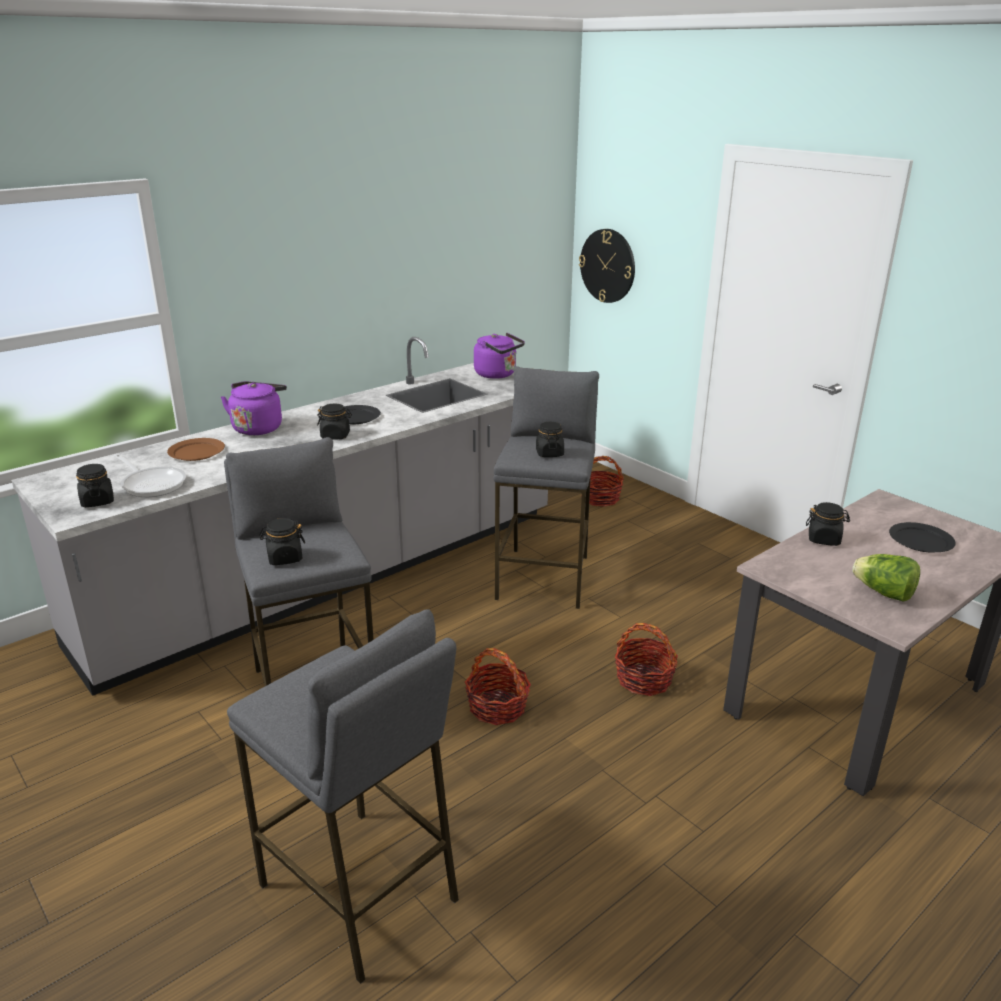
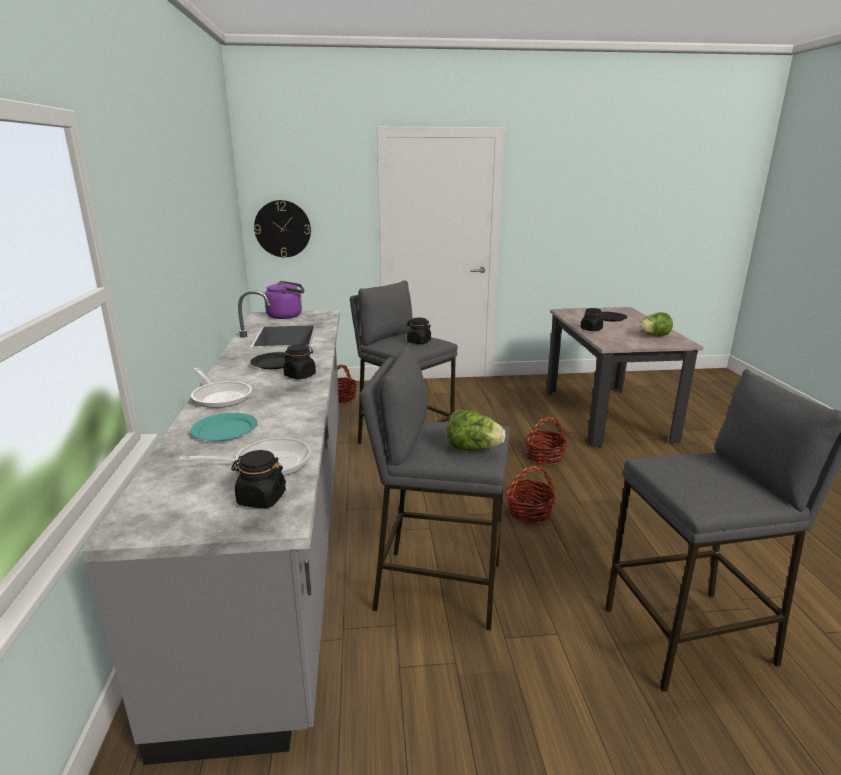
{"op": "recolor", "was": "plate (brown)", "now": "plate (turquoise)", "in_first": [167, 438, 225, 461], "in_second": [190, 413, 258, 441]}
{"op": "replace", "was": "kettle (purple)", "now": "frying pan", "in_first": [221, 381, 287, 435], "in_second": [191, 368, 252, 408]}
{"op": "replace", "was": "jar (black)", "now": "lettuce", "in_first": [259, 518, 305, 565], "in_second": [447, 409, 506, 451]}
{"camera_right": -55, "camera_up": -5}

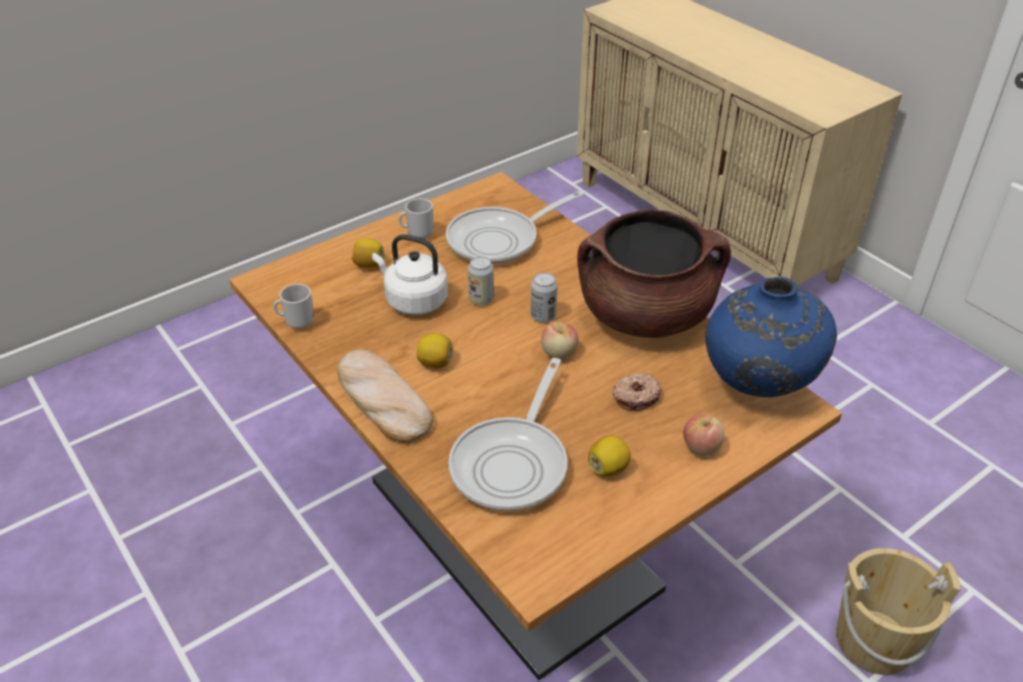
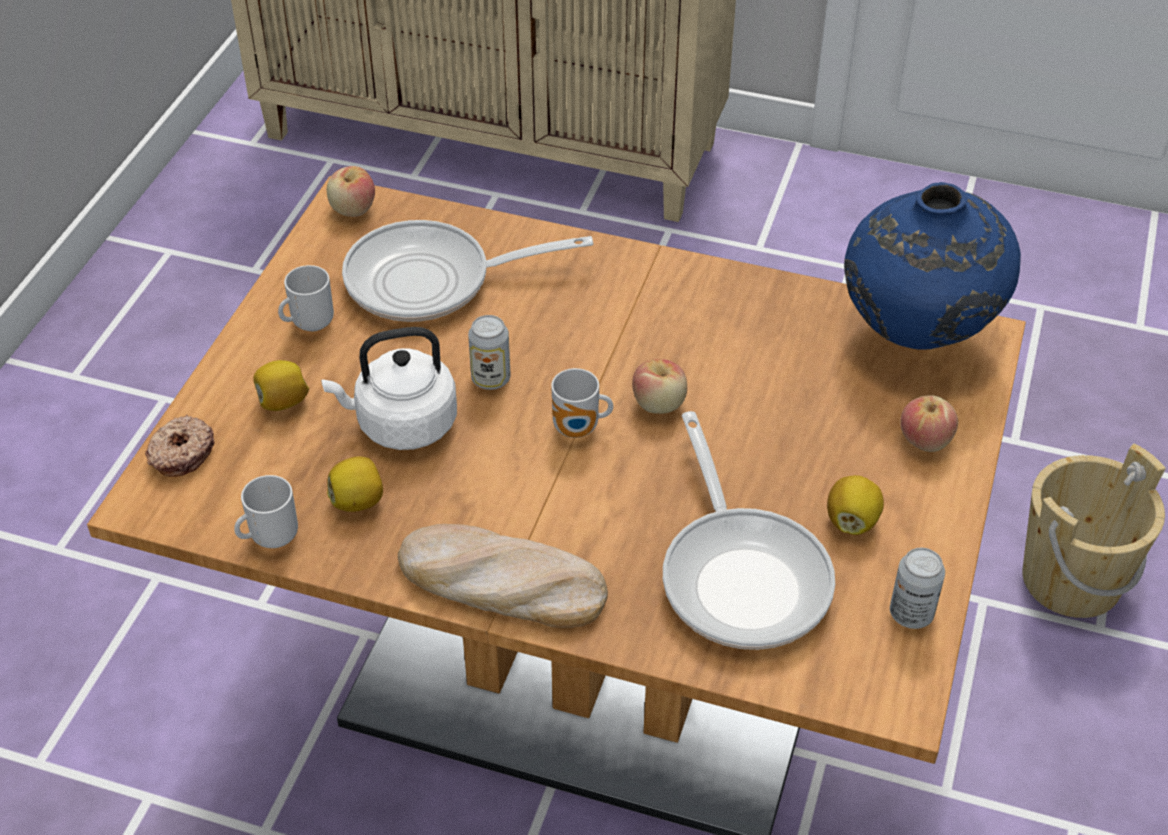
{"op": "move", "was": "lemon", "in_first": [417, 333, 453, 368], "in_second": [327, 456, 383, 512]}
{"op": "rotate", "was": "frying pan", "in_first": [446, 190, 585, 264], "in_second": [342, 220, 593, 322], "clockwise": 60}
{"op": "move", "was": "can", "in_first": [531, 273, 558, 323], "in_second": [890, 548, 945, 629]}
{"op": "delete", "was": "cooking pot (brown)", "in_first": [577, 209, 731, 338]}
{"op": "move", "was": "donut", "in_first": [612, 373, 662, 411], "in_second": [145, 415, 214, 477]}
{"op": "insert", "now": "apple", "in_second": [327, 166, 375, 217]}
{"op": "insert", "now": "mug", "in_second": [551, 368, 613, 438]}
{"camera_right": -35, "camera_up": 5}

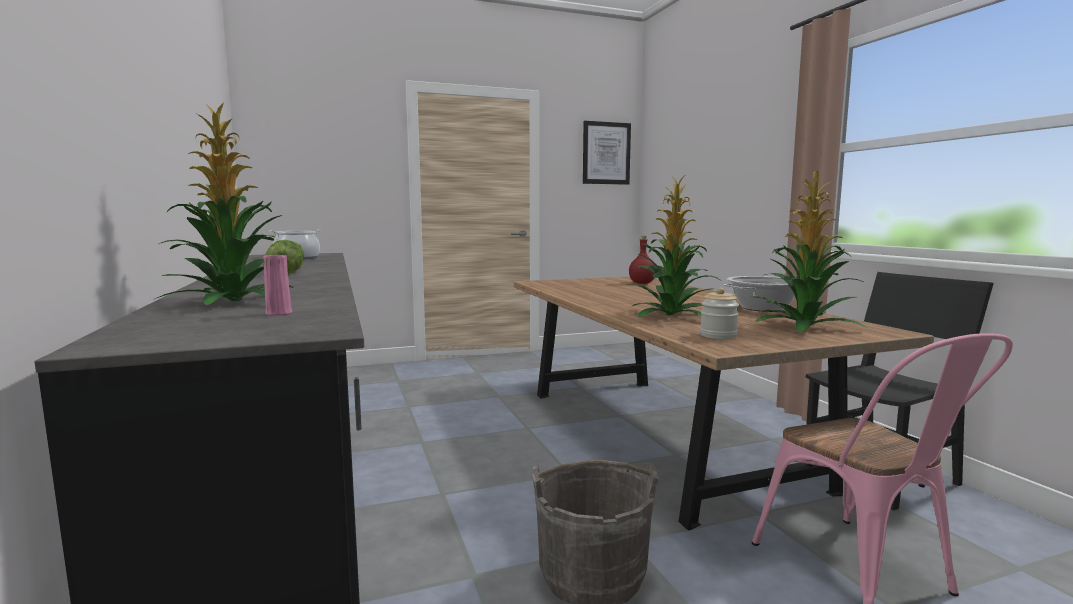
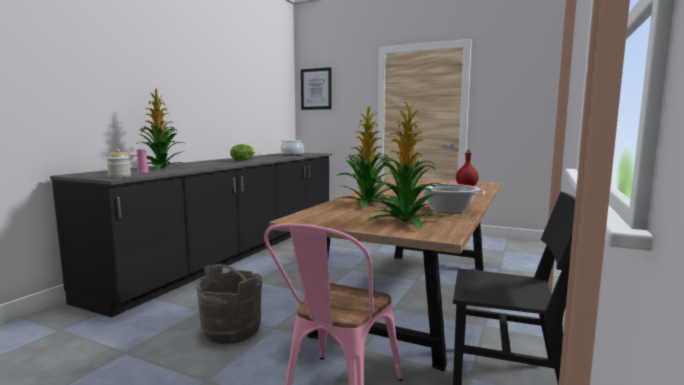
{"op": "move", "was": "picture", "in_first": [583, 121, 631, 185], "in_second": [301, 67, 332, 110]}
{"op": "move", "was": "jar", "in_first": [700, 288, 739, 339], "in_second": [106, 149, 131, 178]}
{"camera_right": 45, "camera_up": 0}

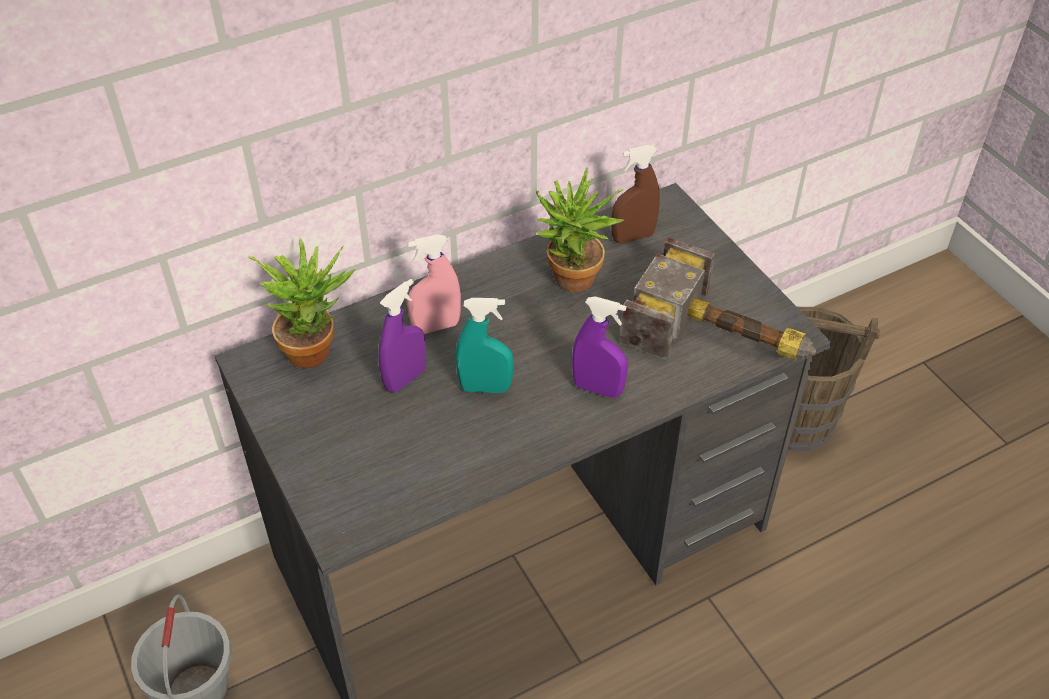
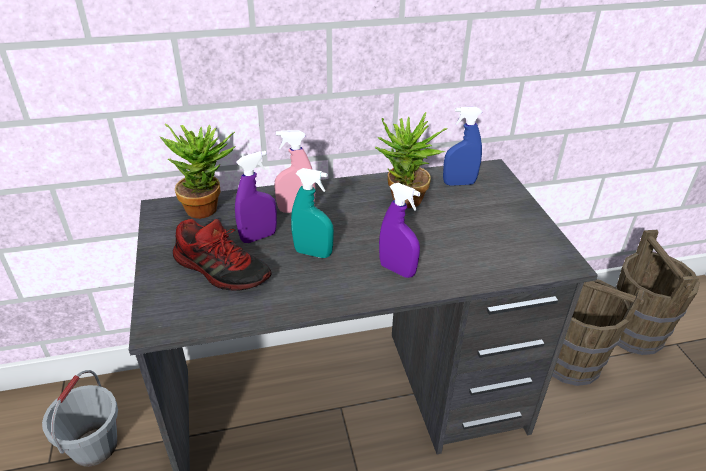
{"op": "recolor", "was": "spray bottle (brown)", "now": "spray bottle (blue)", "in_first": [611, 145, 660, 243], "in_second": [443, 107, 482, 186]}
{"op": "delete", "was": "hammer", "in_first": [620, 237, 816, 360]}
{"op": "insert", "now": "shoe", "in_second": [173, 219, 272, 291]}
{"op": "insert", "now": "bucket (brown)", "in_second": [615, 230, 700, 355]}
{"camera_right": 15, "camera_up": -10}

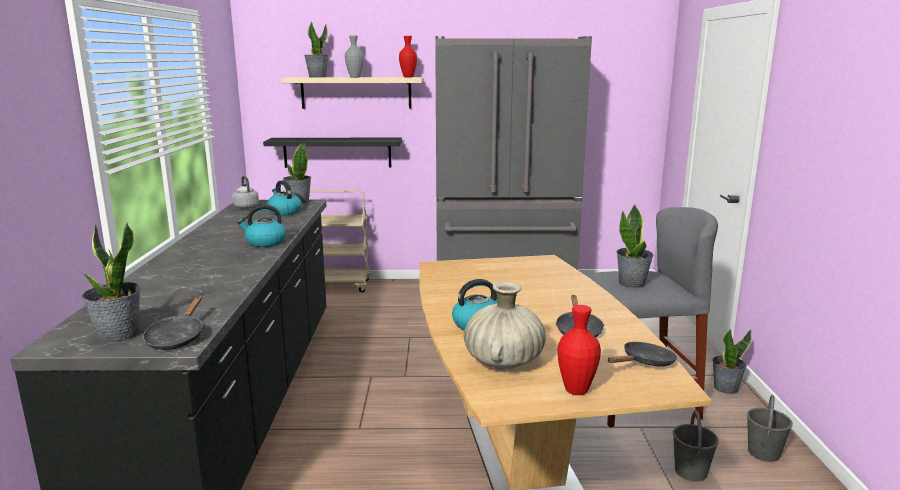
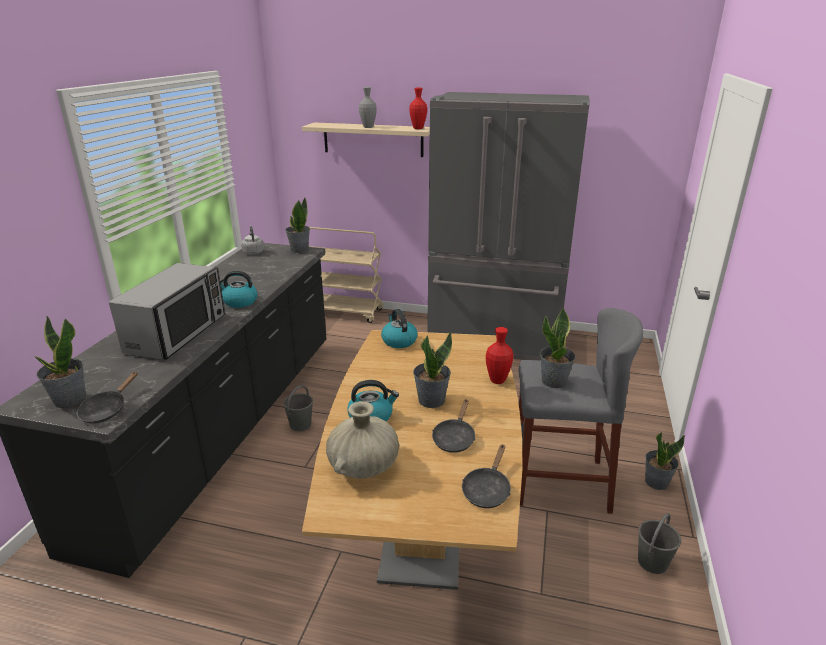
{"op": "delete", "was": "shelf (black)", "in_first": [263, 138, 402, 168]}
{"op": "move", "was": "kettle", "in_first": [267, 180, 302, 216], "in_second": [381, 309, 418, 348]}
{"op": "move", "was": "potted plant", "in_first": [305, 21, 328, 78], "in_second": [413, 332, 452, 408]}
{"op": "move", "was": "vase (red)", "in_first": [557, 305, 601, 395], "in_second": [486, 327, 514, 384]}
{"op": "rotate", "was": "frying pan (black)", "in_first": [608, 342, 677, 366], "in_second": [462, 444, 511, 508], "clockwise": 135}
{"op": "move", "was": "bucket (grey)", "in_first": [673, 410, 719, 482], "in_second": [283, 385, 313, 431]}
{"op": "insert", "now": "microwave", "in_second": [109, 263, 225, 360]}
{"camera_right": 15, "camera_up": 10}

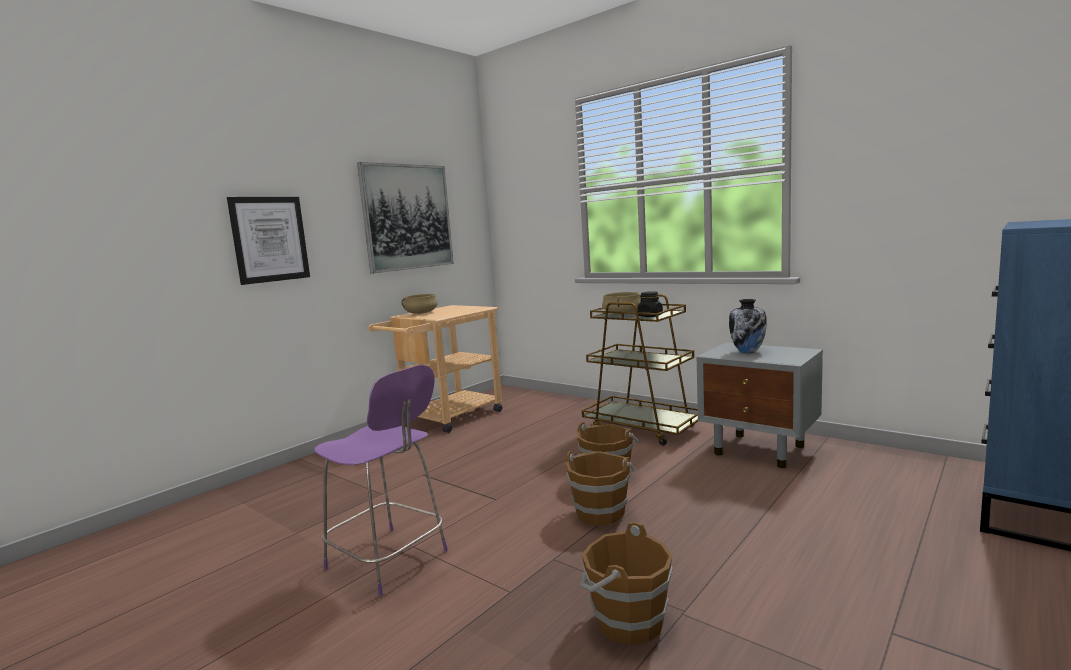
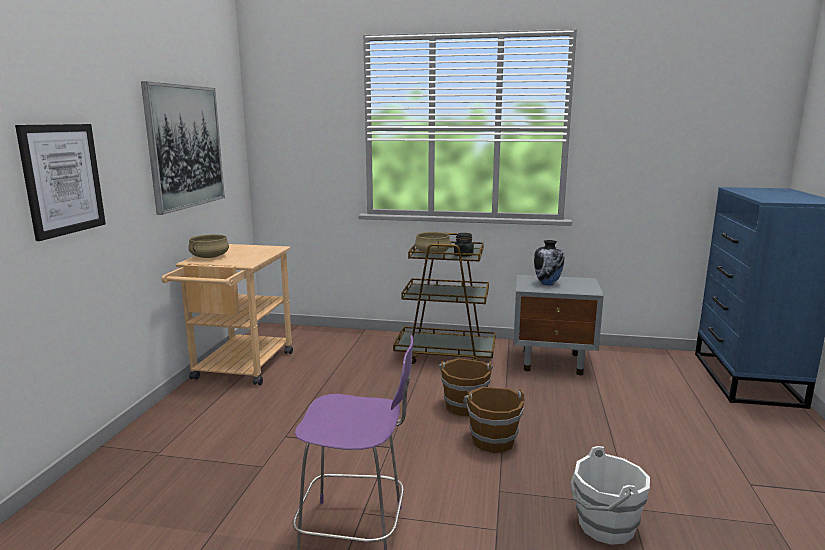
{"op": "recolor", "was": "bucket (brown)", "now": "bucket (white)", "in_first": [580, 522, 673, 645], "in_second": [570, 446, 650, 545]}
{"camera_right": -30, "camera_up": 5}

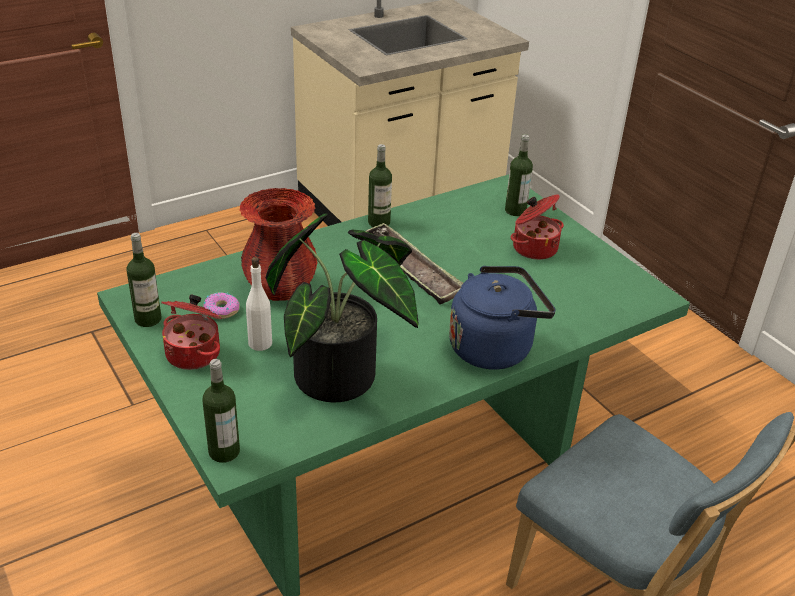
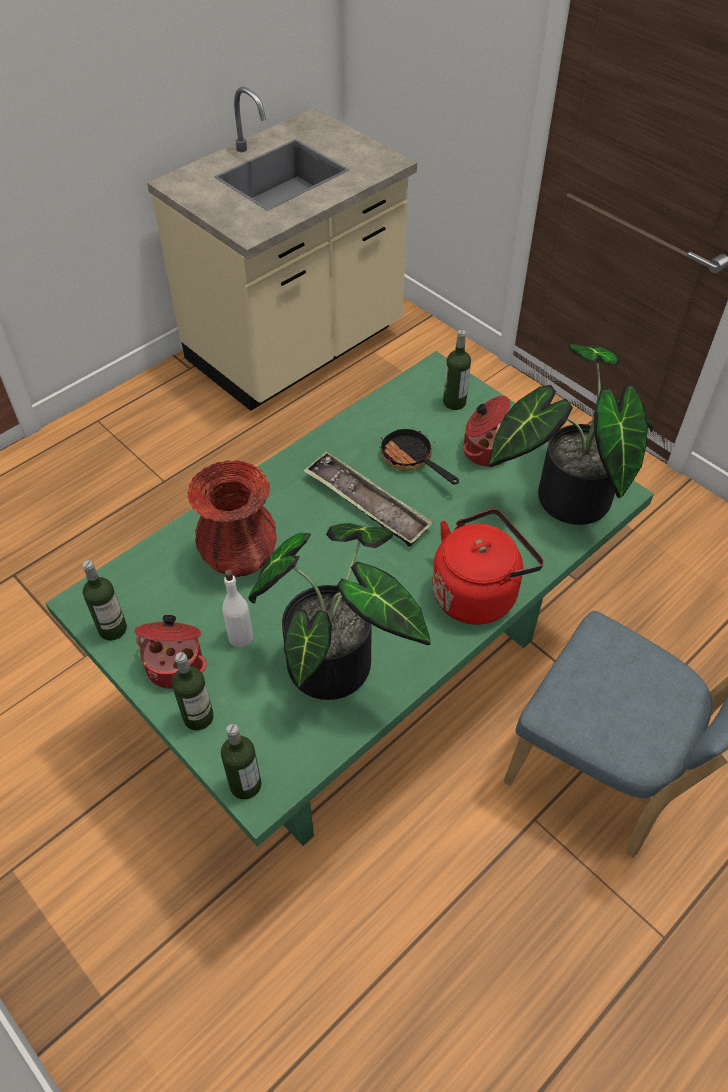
{"op": "delete", "was": "donut", "in_first": [203, 292, 240, 319]}
{"op": "move", "was": "bottle", "in_first": [368, 144, 392, 227], "in_second": [172, 652, 214, 731]}
{"op": "recolor", "was": "kettle (blue)", "now": "kettle (red)", "in_first": [449, 266, 556, 370], "in_second": [432, 508, 544, 625]}
{"op": "insert", "now": "frying pan", "in_second": [379, 429, 459, 485]}
{"op": "insert", "now": "potted plant", "in_second": [488, 344, 654, 525]}
{"camera_right": -10, "camera_up": 15}

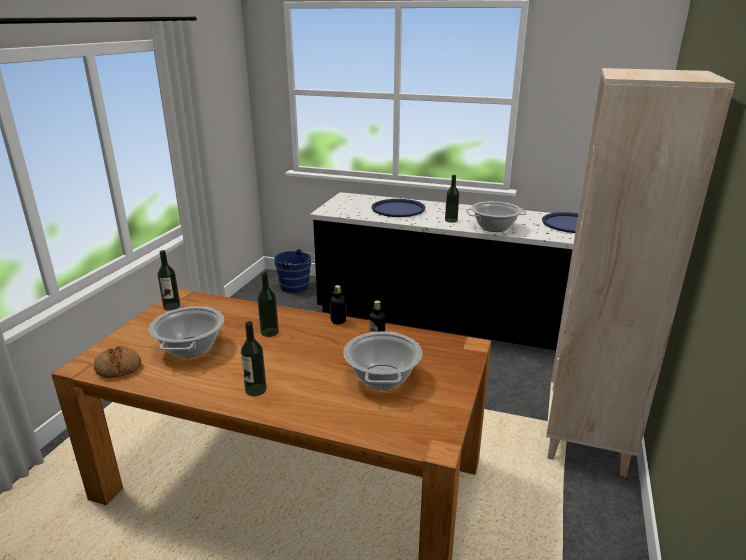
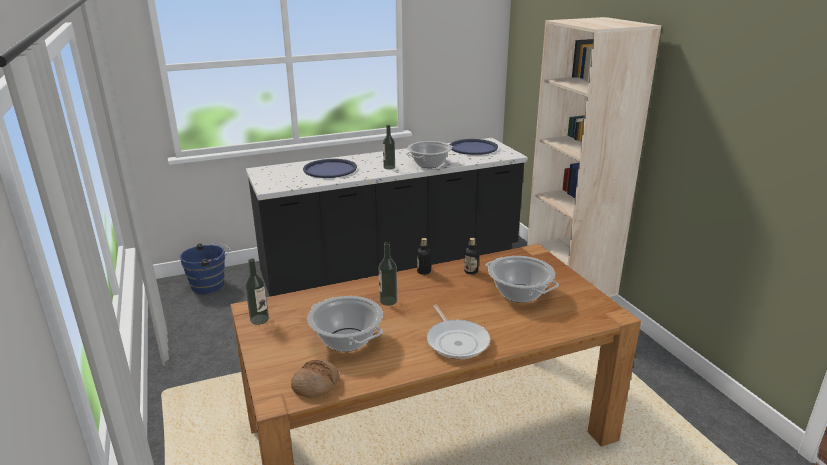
{"op": "replace", "was": "bottle", "now": "frying pan", "in_first": [241, 321, 267, 396], "in_second": [427, 304, 490, 359]}
{"camera_right": -40, "camera_up": 0}

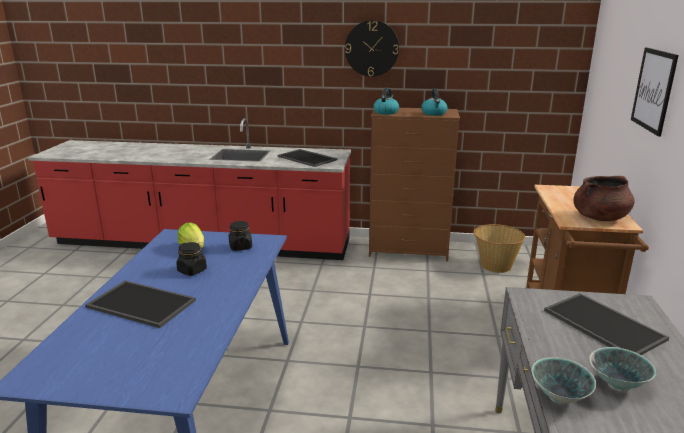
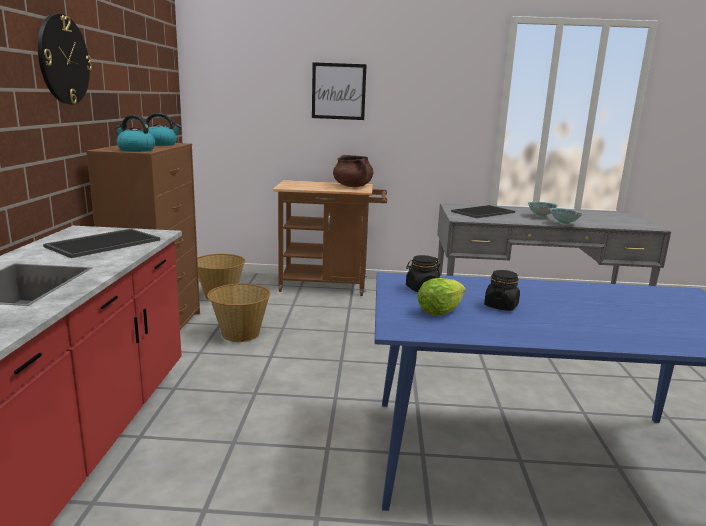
{"op": "delete", "was": "tray", "in_first": [85, 281, 196, 328]}
{"op": "insert", "now": "basket", "in_second": [207, 284, 271, 342]}
{"camera_right": -95, "camera_up": -5}

